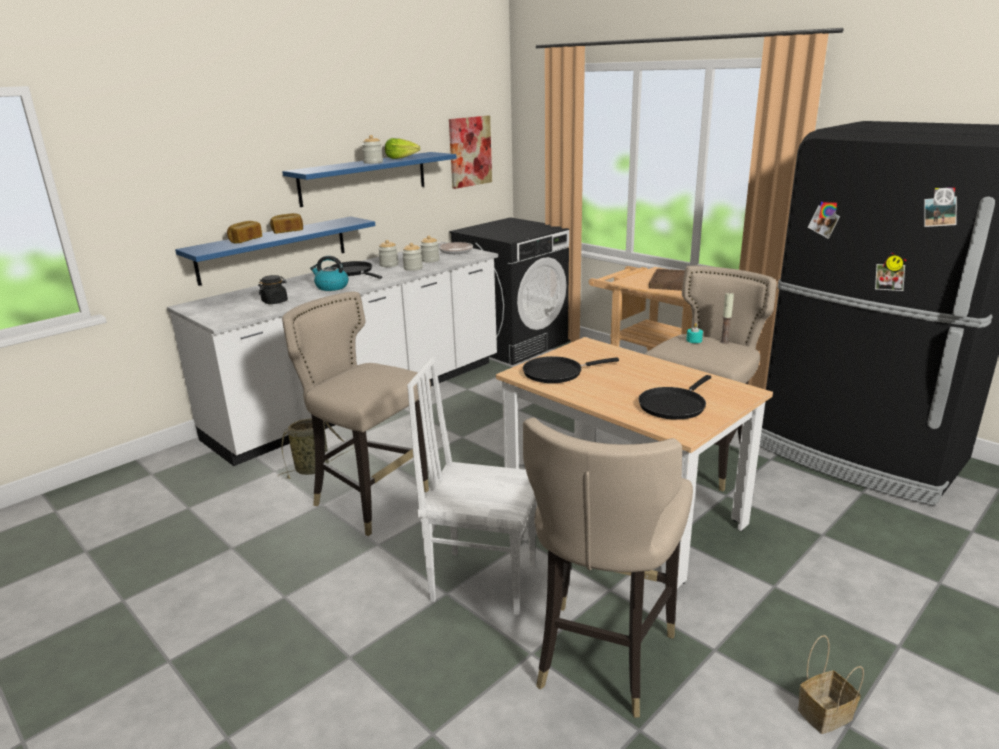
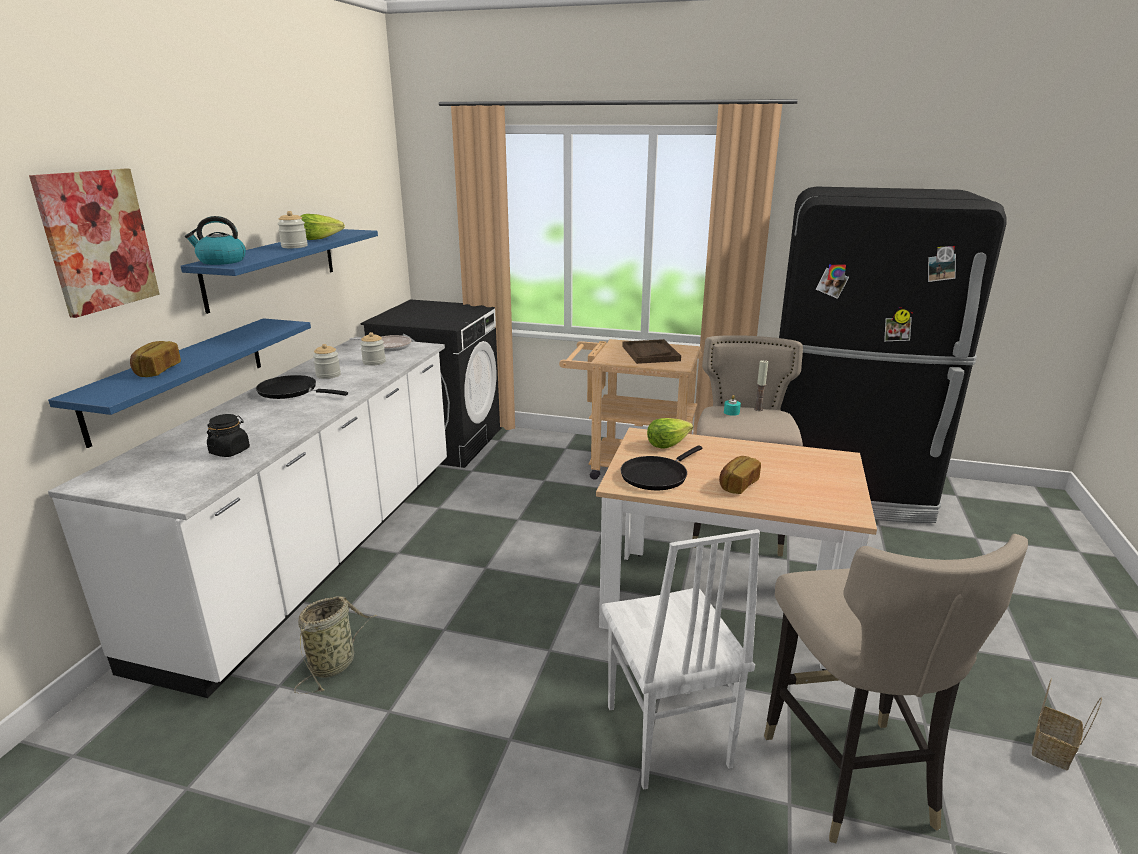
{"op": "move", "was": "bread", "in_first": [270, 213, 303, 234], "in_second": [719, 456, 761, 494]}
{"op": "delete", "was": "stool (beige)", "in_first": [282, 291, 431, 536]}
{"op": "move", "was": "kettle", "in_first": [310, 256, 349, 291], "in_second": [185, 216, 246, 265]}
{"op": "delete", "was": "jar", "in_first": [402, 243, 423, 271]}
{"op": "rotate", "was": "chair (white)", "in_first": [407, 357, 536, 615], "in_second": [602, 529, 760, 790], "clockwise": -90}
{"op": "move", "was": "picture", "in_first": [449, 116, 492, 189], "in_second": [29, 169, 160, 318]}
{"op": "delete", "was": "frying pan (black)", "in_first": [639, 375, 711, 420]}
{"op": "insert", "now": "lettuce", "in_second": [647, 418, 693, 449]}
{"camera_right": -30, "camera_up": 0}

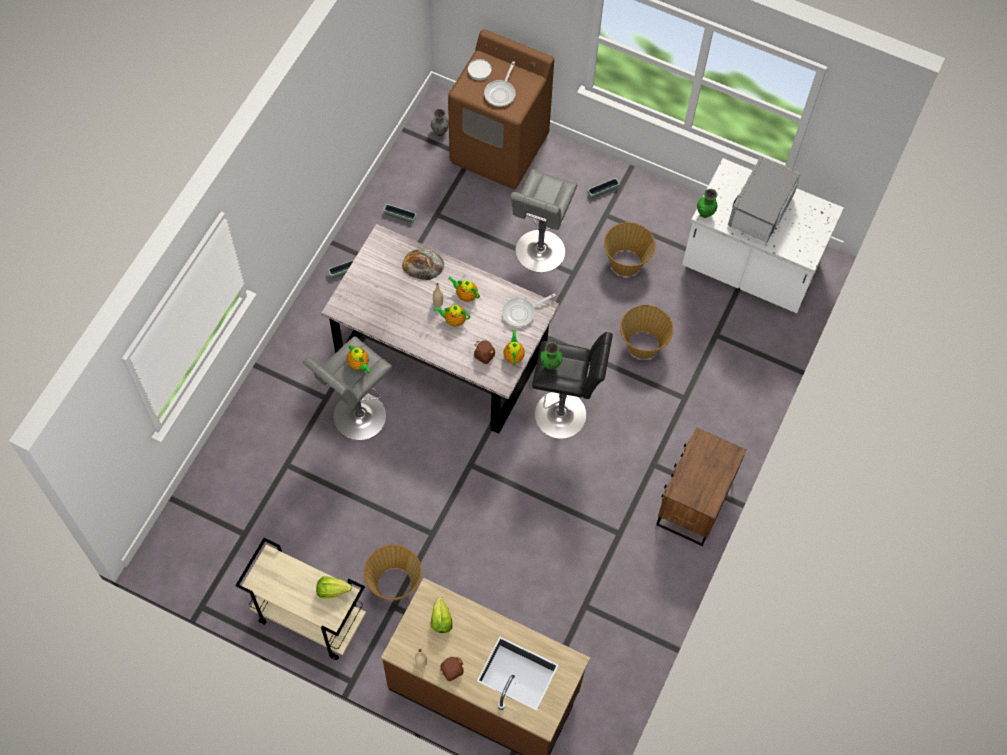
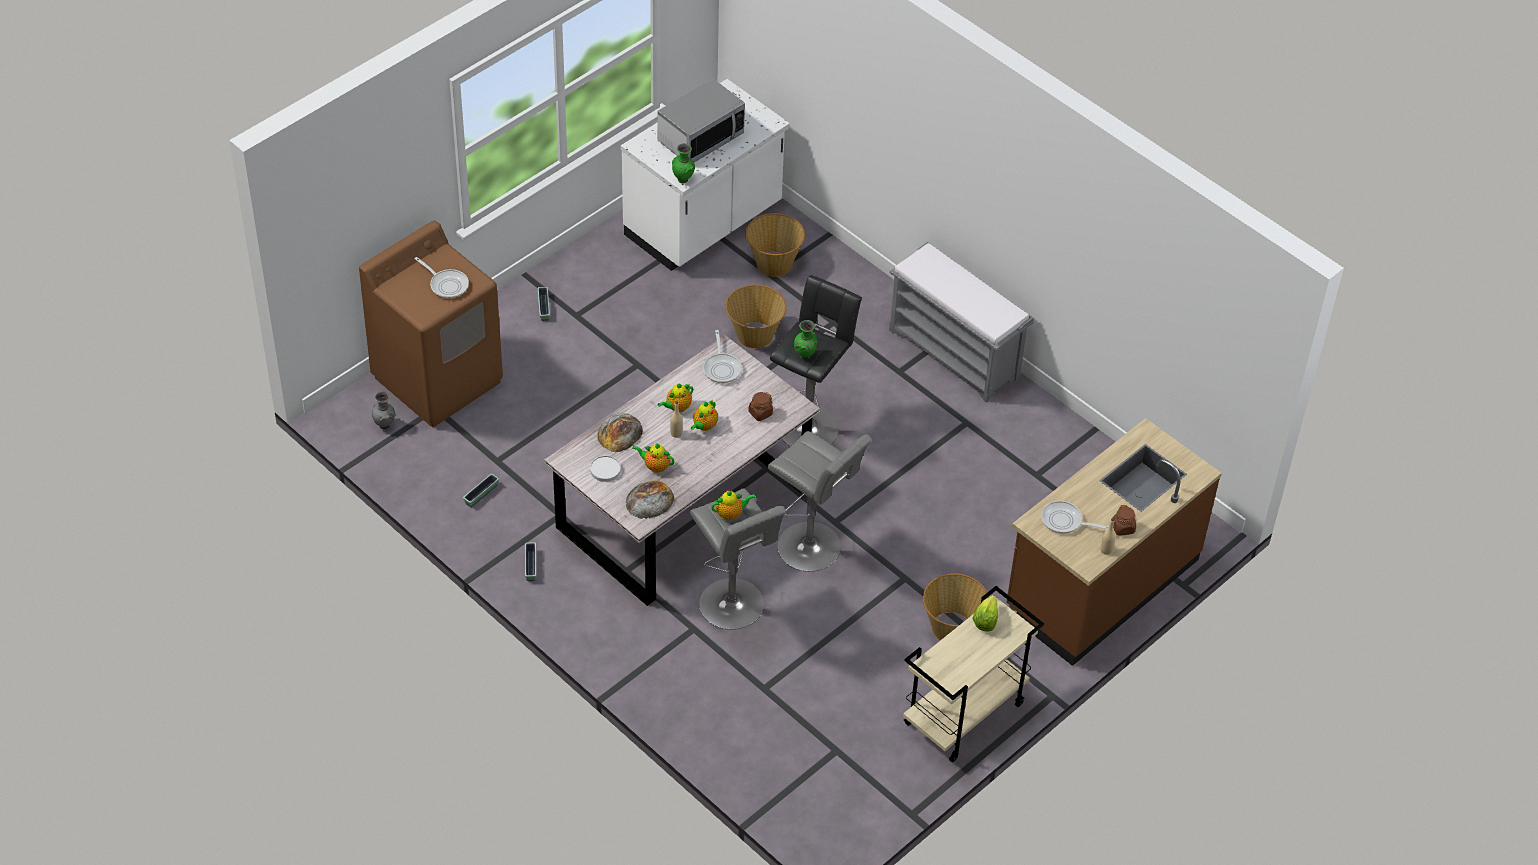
{"op": "replace", "was": "lettuce", "now": "frying pan", "in_first": [431, 597, 453, 633], "in_second": [1041, 501, 1107, 534]}
{"op": "move", "was": "plate (white)", "in_first": [468, 59, 492, 81], "in_second": [590, 456, 621, 482]}
{"op": "move", "was": "teapot", "in_first": [504, 330, 525, 366], "in_second": [632, 444, 674, 473]}
{"op": "move", "was": "stool (grey)", "in_first": [510, 169, 577, 273], "in_second": [768, 431, 872, 572]}
{"op": "move", "was": "basket", "in_first": [604, 222, 656, 276], "in_second": [745, 213, 805, 277]}
{"op": "replace", "was": "nightstand (brown)", "now": "bench (grey)", "in_first": [656, 428, 746, 546], "in_second": [889, 242, 1034, 403]}
{"op": "rotate", "was": "microwave", "in_first": [728, 157, 800, 243], "in_second": [658, 79, 745, 163], "clockwise": -90}
{"op": "insert", "now": "bread", "in_second": [626, 480, 674, 519]}
{"camera_right": -70, "camera_up": -15}

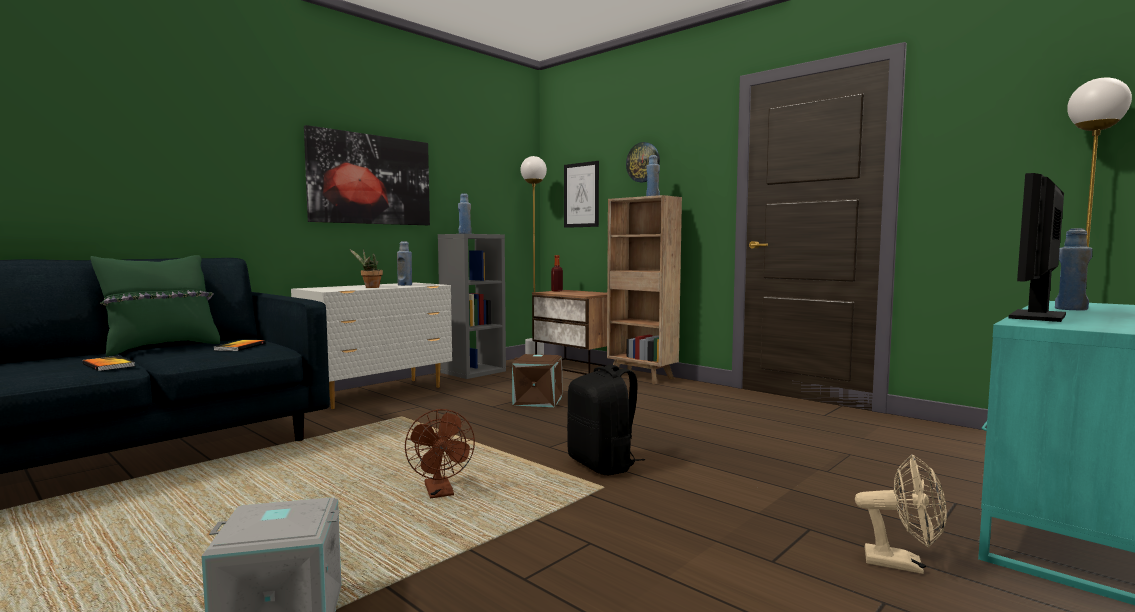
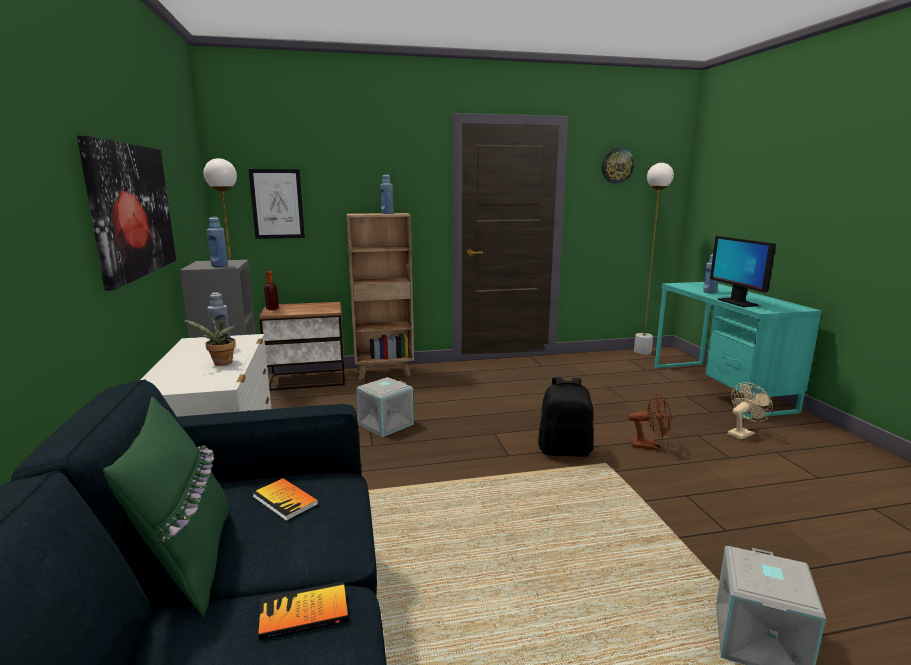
{"op": "move", "was": "fan (brown)", "in_first": [405, 409, 475, 498], "in_second": [628, 393, 671, 450]}
{"op": "recolor", "was": "storage box (brown)", "now": "storage box (grey)", "in_first": [512, 354, 562, 407], "in_second": [356, 377, 414, 437]}
{"op": "move", "was": "wall clock", "in_first": [626, 142, 660, 183], "in_second": [602, 148, 634, 183]}
{"camera_right": -55, "camera_up": 10}

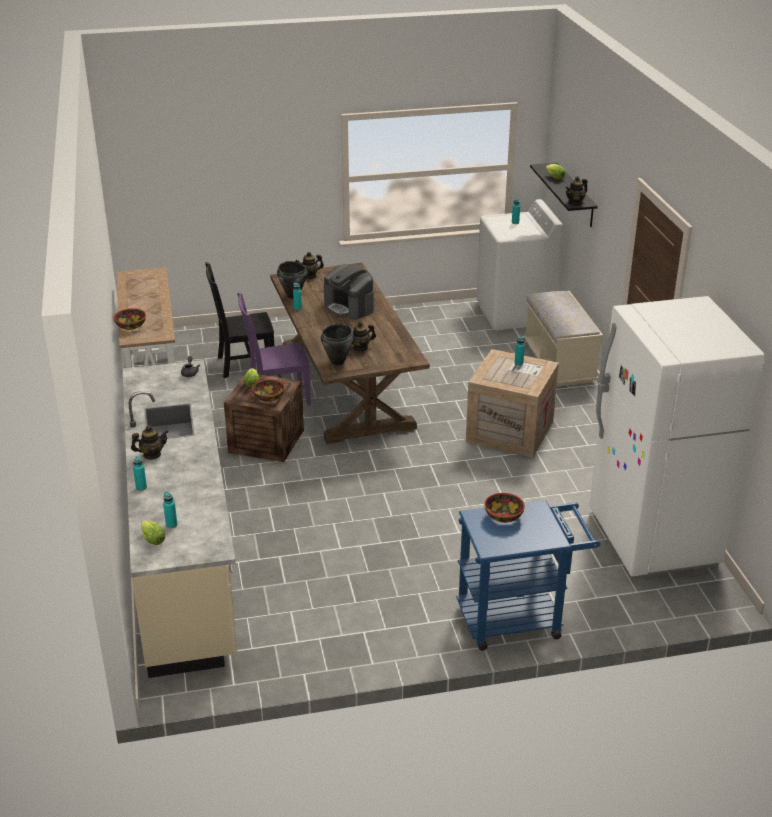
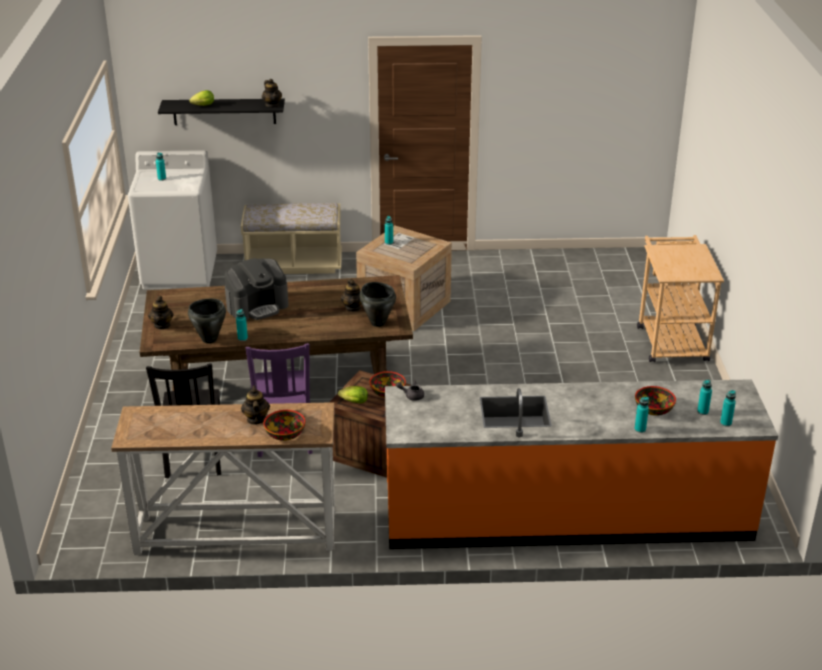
{"op": "recolor", "was": "counter (beige)", "now": "counter (orange)", "in_first": [123, 360, 237, 678], "in_second": [385, 379, 778, 549]}
{"op": "move", "was": "teapot", "in_first": [131, 425, 169, 460], "in_second": [241, 386, 270, 425]}
{"op": "replace", "was": "lettuce", "now": "bottle (turquoise)", "in_first": [141, 520, 165, 545], "in_second": [720, 390, 736, 427]}
{"op": "recolor", "was": "cart (blue)", "now": "cart (beige)", "in_first": [456, 500, 600, 651], "in_second": [637, 235, 724, 362]}
{"op": "move", "was": "bowl", "in_first": [484, 493, 525, 523], "in_second": [635, 386, 676, 416]}
{"op": "delete", "was": "fridge (white)", "in_first": [589, 296, 764, 577]}
{"camera_right": -80, "camera_up": 0}

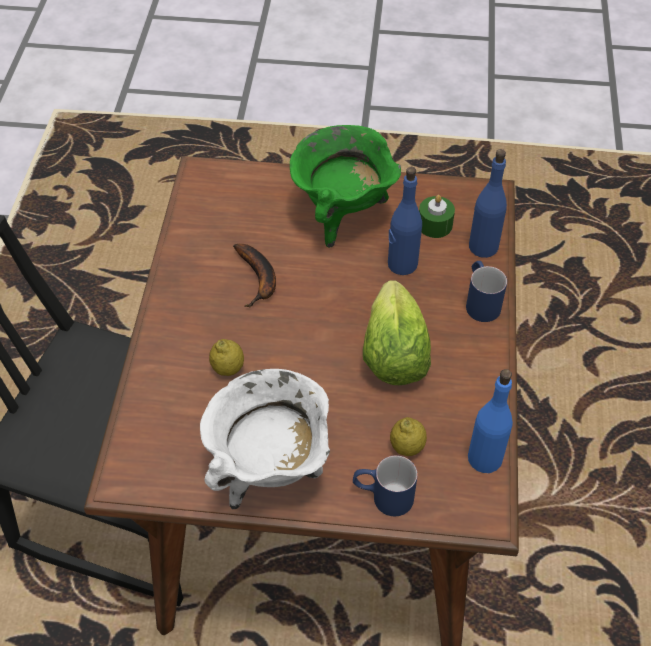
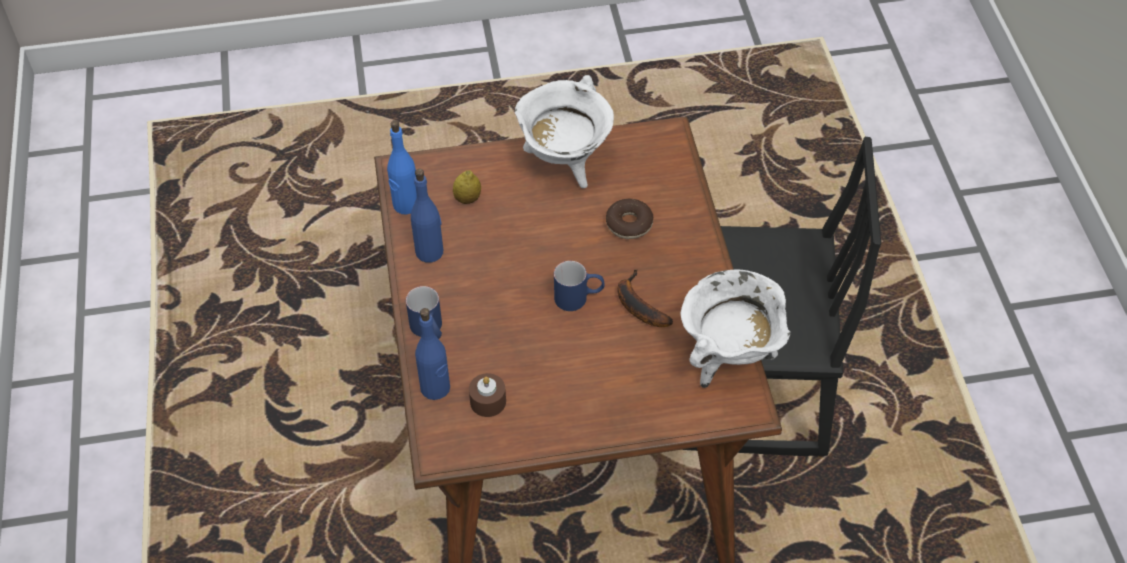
{"op": "replace", "was": "lemon", "now": "donut", "in_first": [209, 339, 244, 376], "in_second": [606, 199, 653, 239]}
{"op": "delete", "was": "cooking pot (green)", "in_first": [290, 125, 401, 248]}
{"op": "move", "was": "mug (blue)", "in_first": [353, 455, 418, 516], "in_second": [554, 261, 605, 311]}
{"op": "delete", "was": "lettuce", "in_first": [363, 280, 431, 385]}
{"op": "move", "was": "bottle (blue)", "in_first": [388, 167, 422, 275], "in_second": [411, 169, 443, 263]}
{"op": "recolor", "was": "candle (green)", "now": "candle (brown)", "in_first": [419, 195, 455, 238], "in_second": [469, 373, 506, 417]}
{"op": "insert", "now": "cooking pot (white)", "in_second": [680, 270, 791, 388]}
{"camera_right": 165, "camera_up": 0}

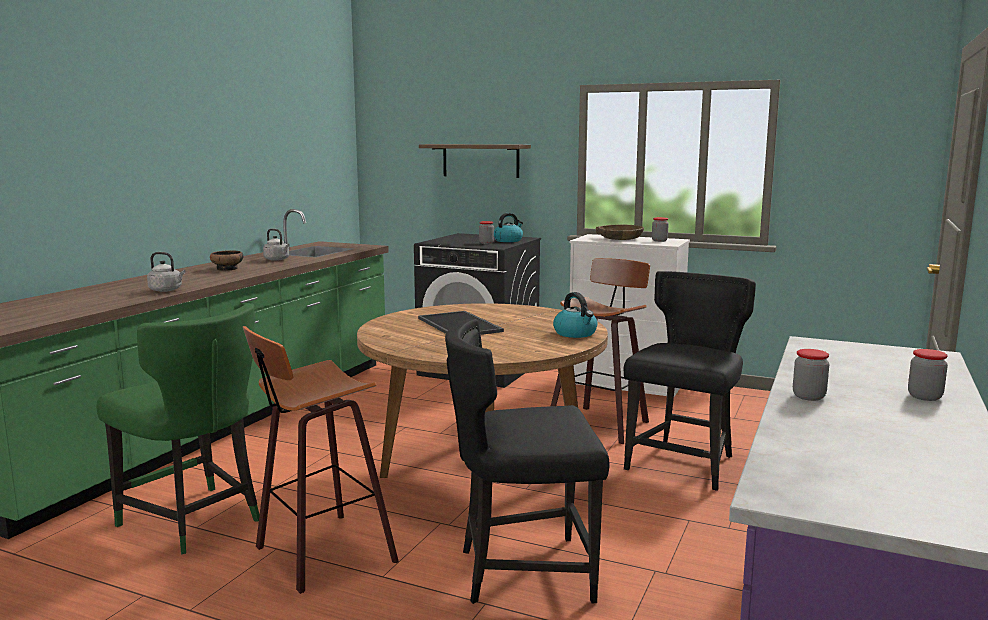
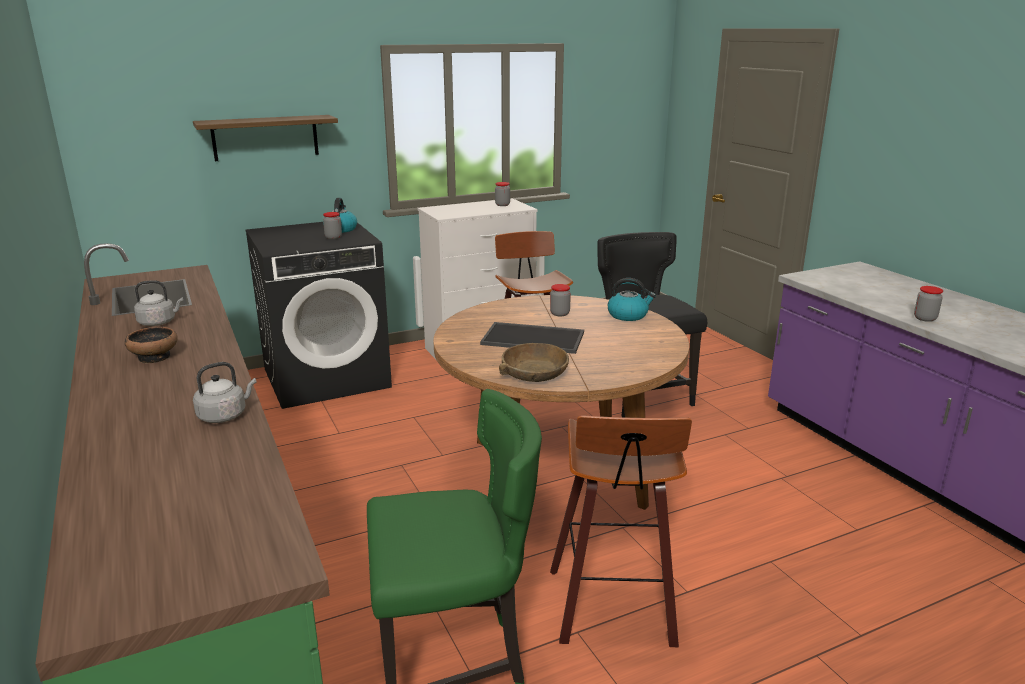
{"op": "delete", "was": "chair (black)", "in_first": [445, 319, 610, 604]}
{"op": "move", "was": "bowl (brown)", "in_first": [596, 225, 644, 240], "in_second": [499, 343, 569, 382]}
{"op": "move", "was": "jar", "in_first": [908, 349, 948, 401], "in_second": [550, 284, 571, 316]}
{"camera_right": -50, "camera_up": 10}

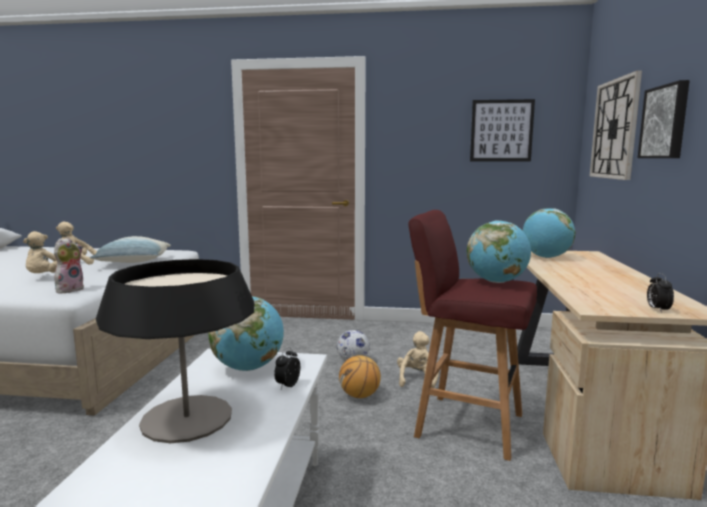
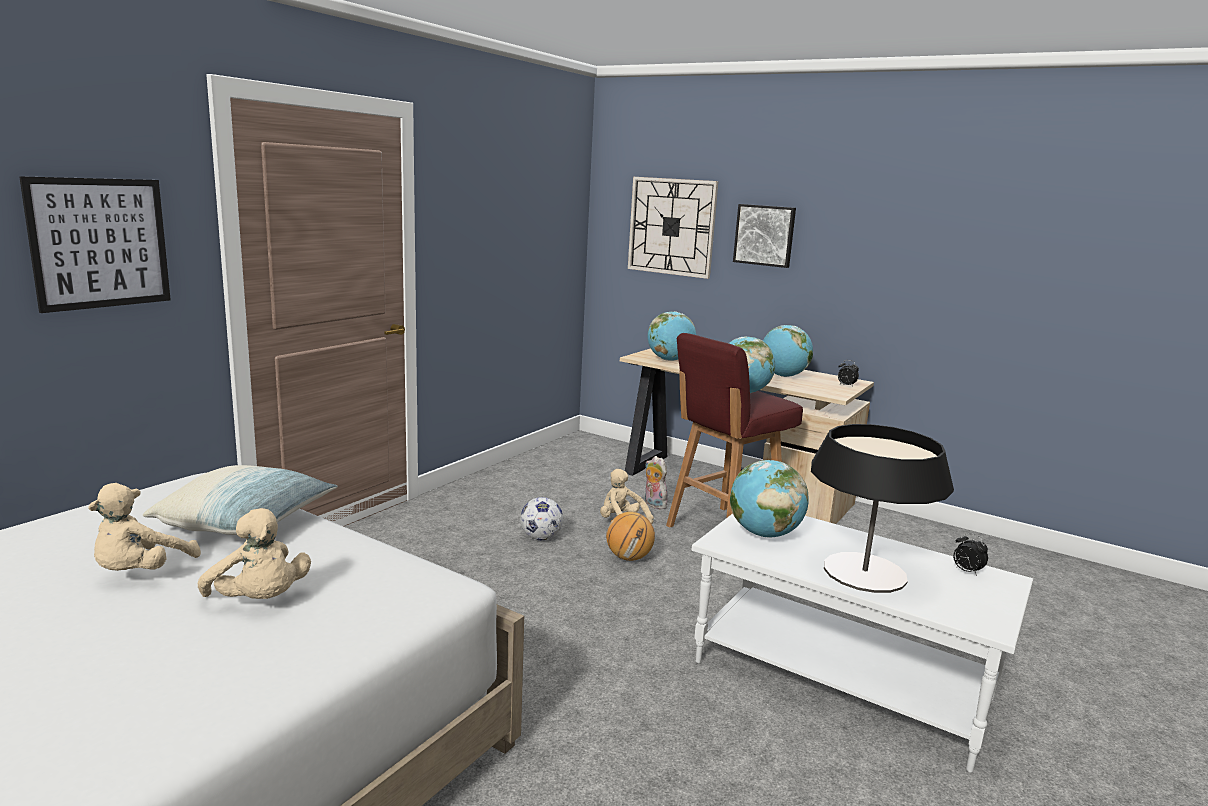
{"op": "move", "was": "plush toy", "in_first": [54, 237, 84, 294], "in_second": [645, 456, 668, 509]}
{"op": "move", "was": "alarm clock", "in_first": [274, 347, 300, 389], "in_second": [953, 533, 988, 576]}
{"op": "move", "was": "picture", "in_first": [470, 99, 535, 161], "in_second": [19, 176, 171, 313]}
{"op": "insert", "now": "globe", "in_second": [763, 325, 813, 377]}
{"camera_right": -65, "camera_up": 5}

